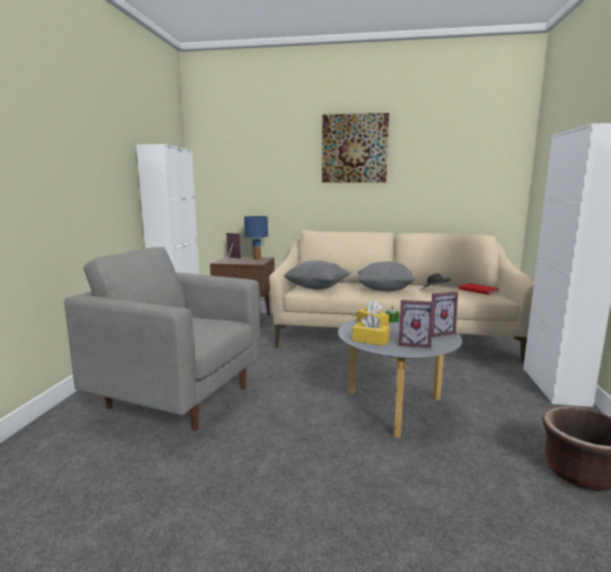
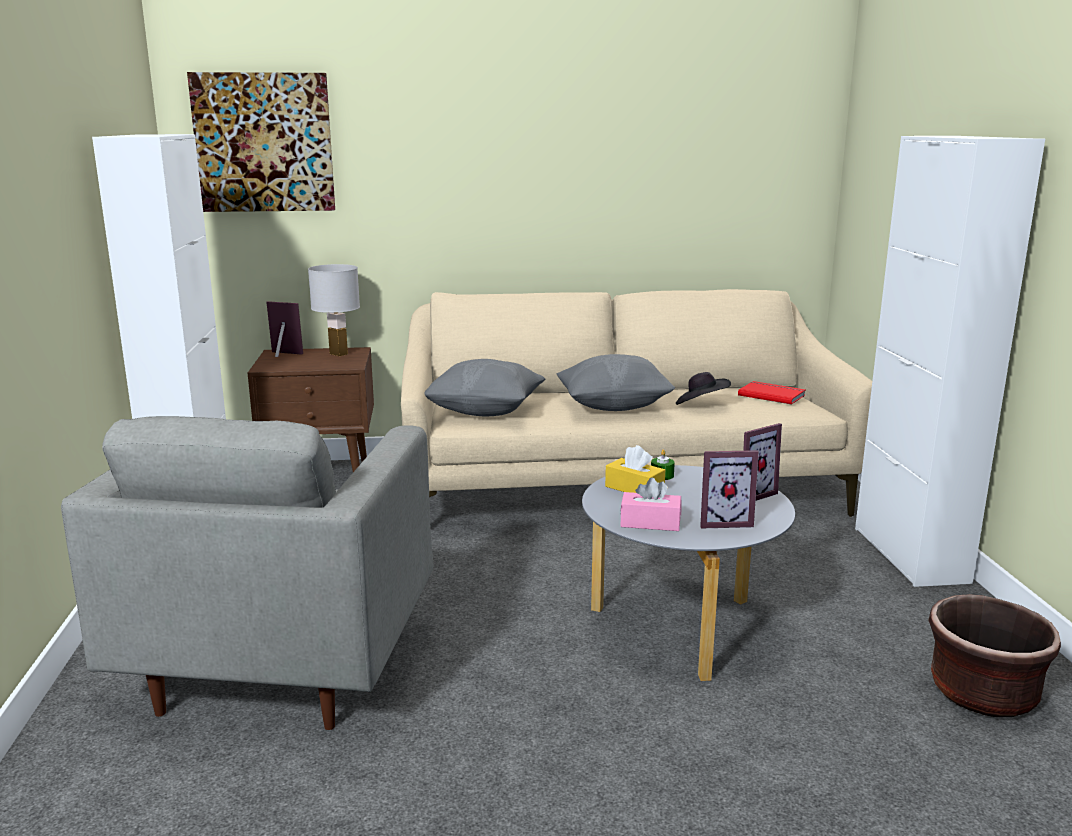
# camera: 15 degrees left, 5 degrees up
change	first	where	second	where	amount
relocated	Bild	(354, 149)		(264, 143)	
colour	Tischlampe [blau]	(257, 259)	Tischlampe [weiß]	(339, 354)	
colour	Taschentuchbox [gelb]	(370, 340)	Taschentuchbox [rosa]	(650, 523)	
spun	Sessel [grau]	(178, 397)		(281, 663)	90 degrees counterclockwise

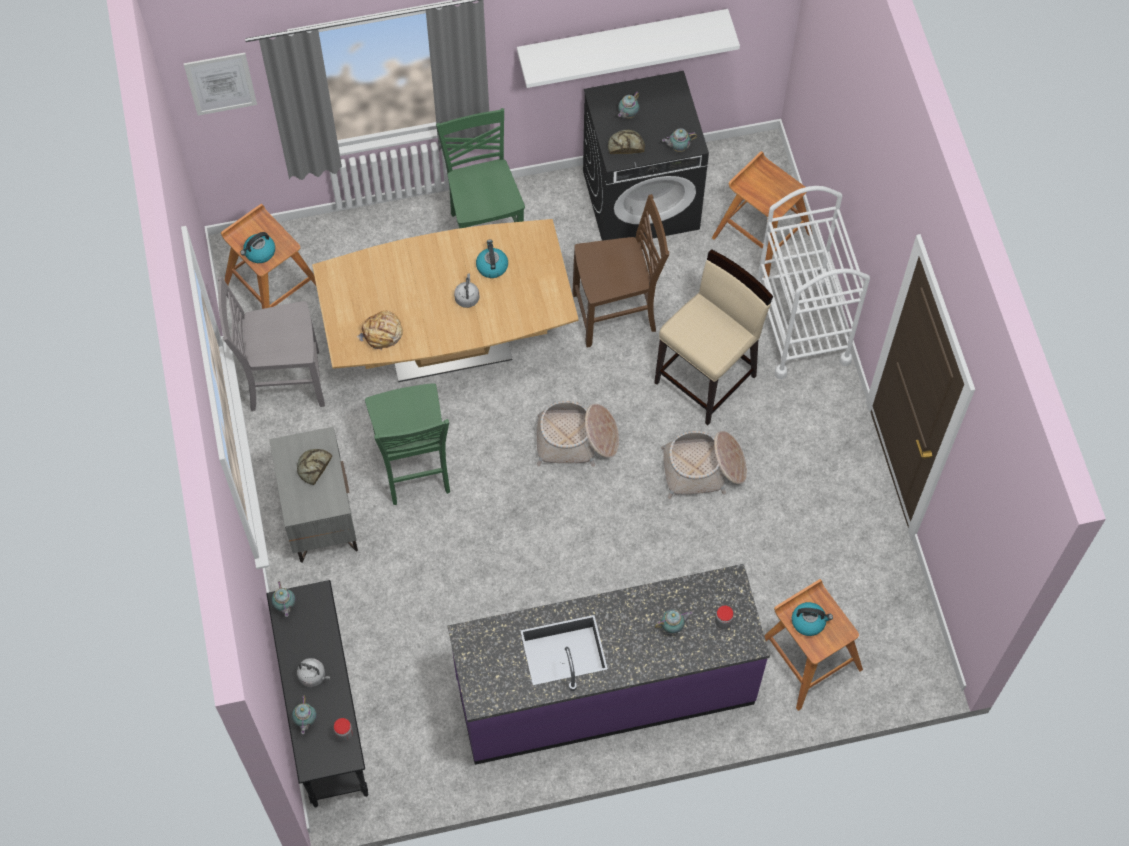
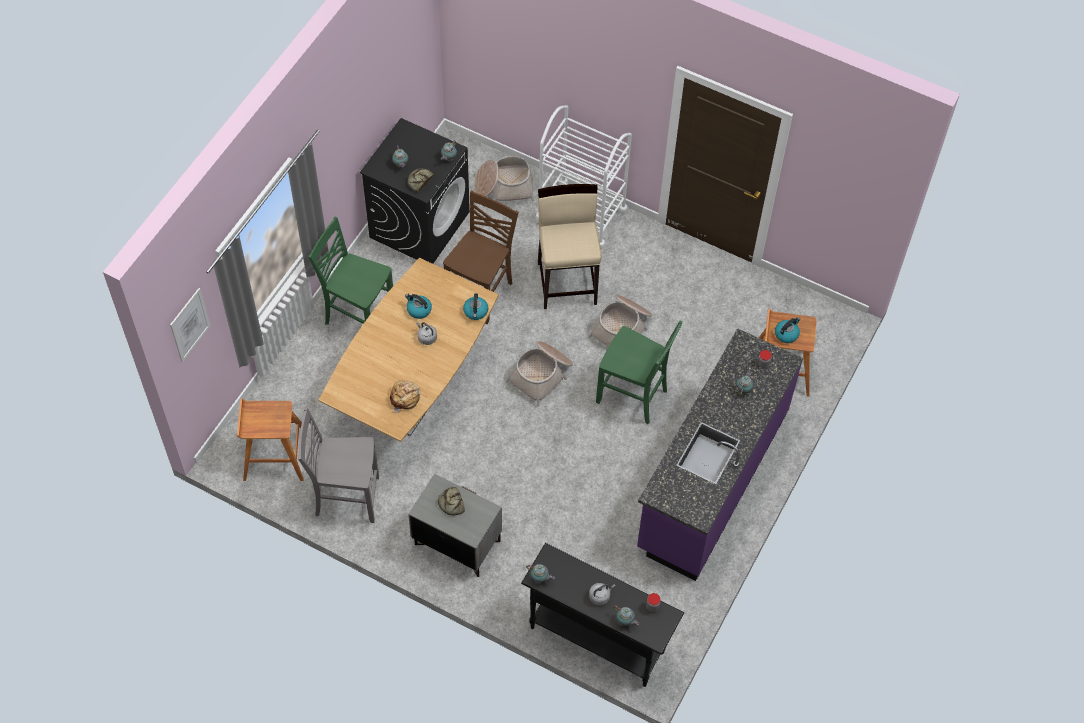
# camera: 50 degrees left, 5 degrees down
change	first	where	second	where	amount
missing	Wandregal [weiß]	(622, 38)			
relocated	Wasserkessel	(259, 252)		(476, 312)	
relocated	Stuhl [grün]	(414, 467)		(633, 396)	
exchanged	Hocker [braun]	(761, 235)	Korb	(504, 187)	
spun	Stuhl [grau]	(283, 382)		(345, 497)	60 degrees clockwise

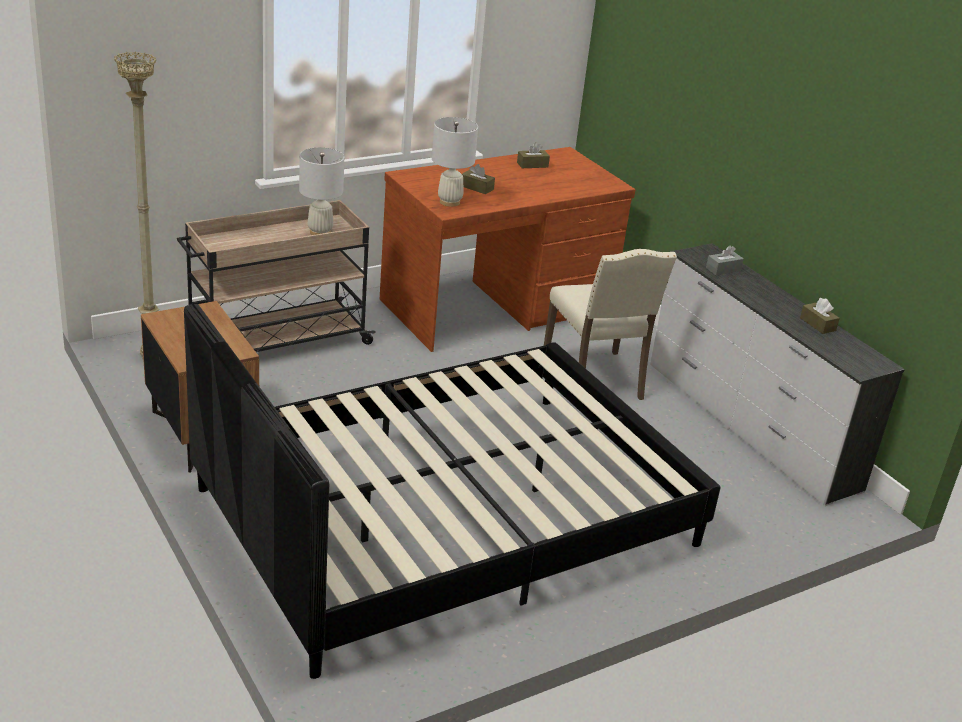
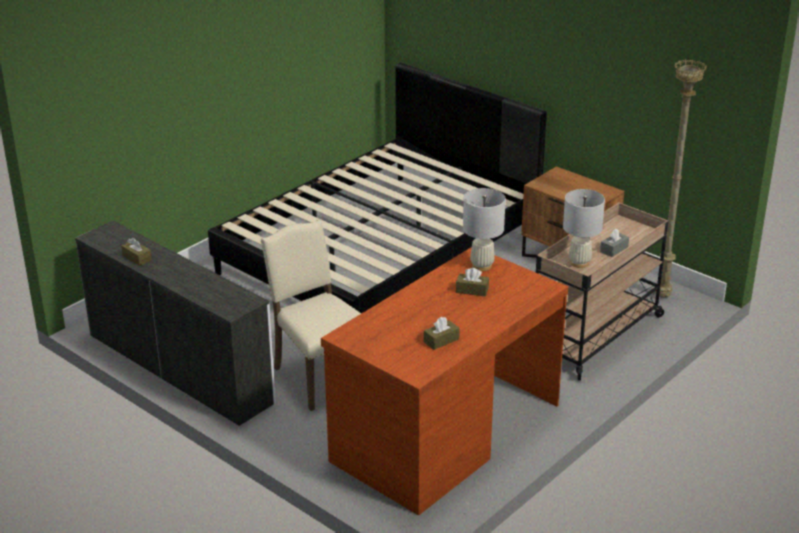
# camera: 165 degrees right, 0 degrees up
change	first	where	second	where	amount
relocated	Taschentuchbox [grau]	(723, 269)		(614, 249)	

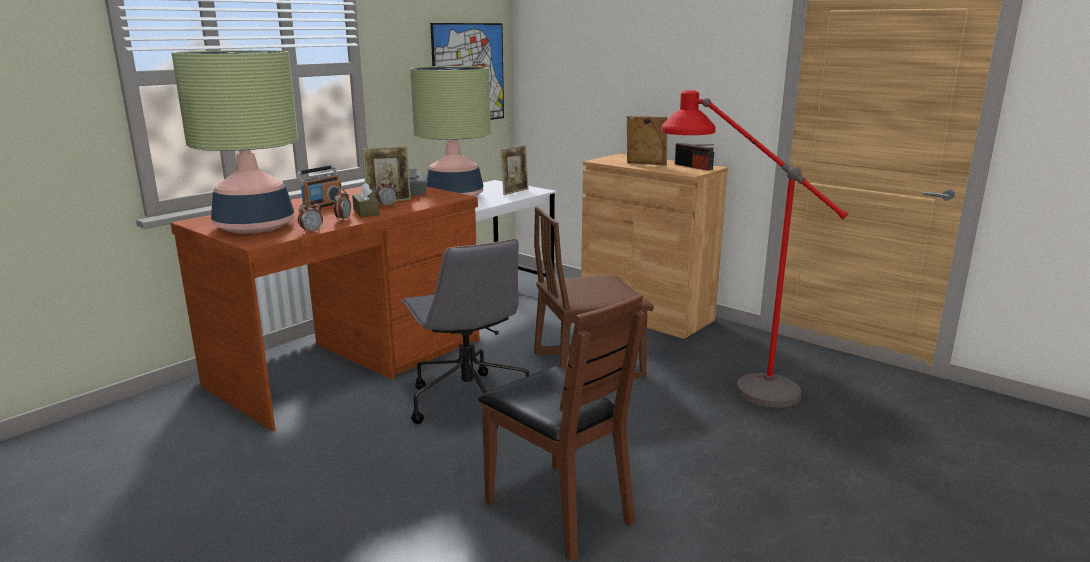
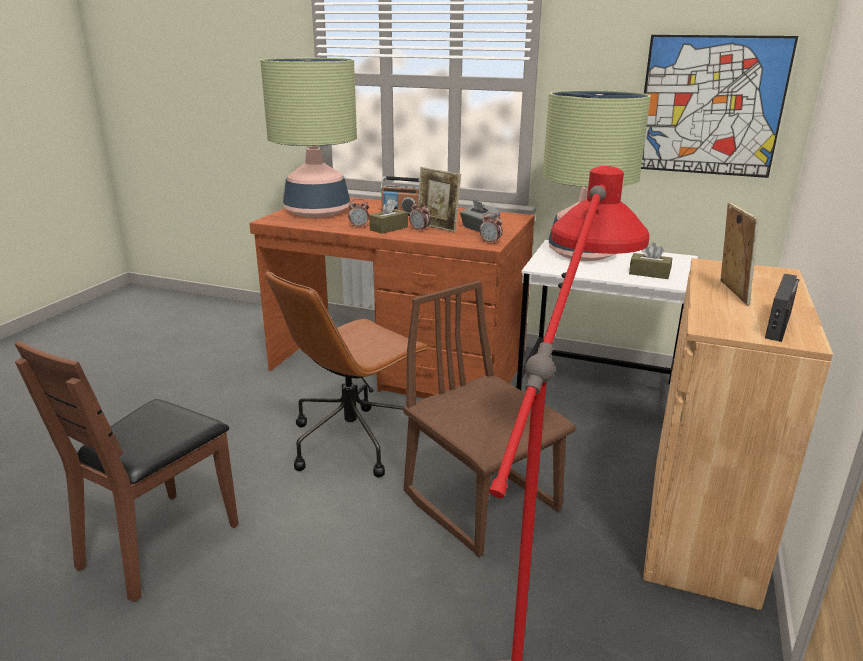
# camera: 70 degrees right, 5 degrees up
change	first	where	second	where	amount
relocated	Wecker	(312, 232)		(490, 242)	
exchanged	Bilderrahmen	(515, 192)	Taschentuchbox [braun]	(649, 273)	
colour	Bürostuhl [grau]	(467, 401)	Bürostuhl [braun]	(353, 441)	

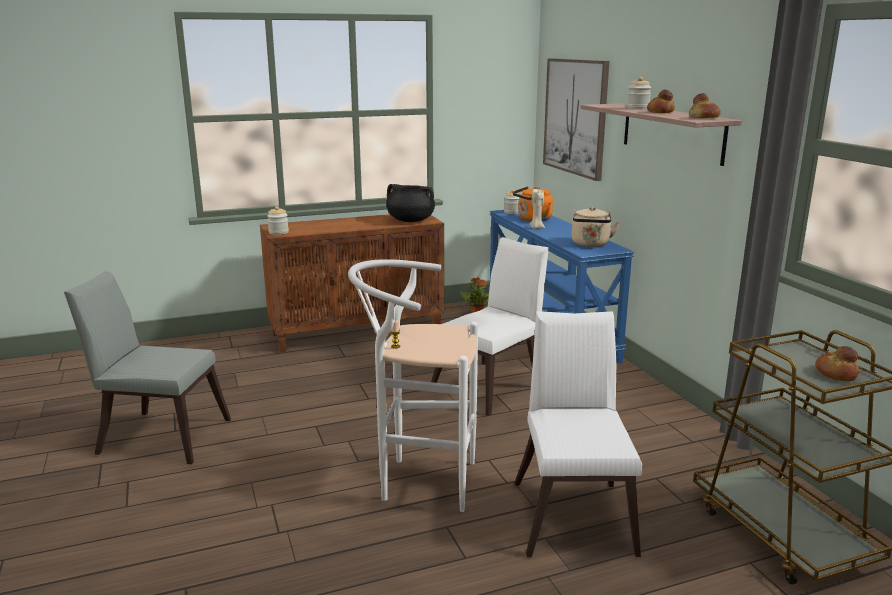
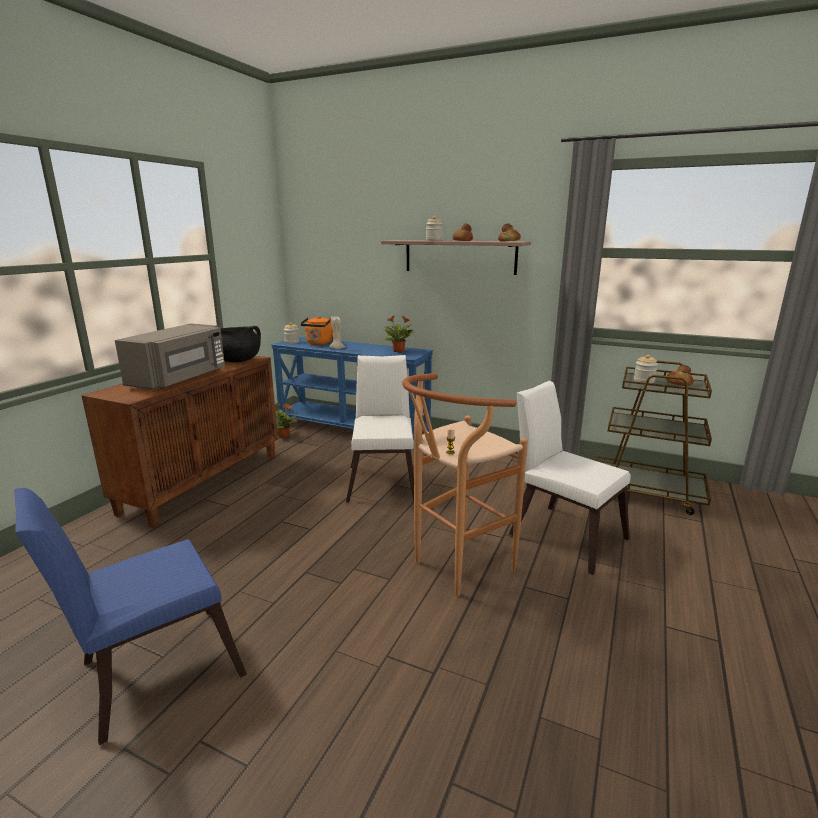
# camera: 45 degrees left, 0 degrees up
change	first	where	second	where	amount
missing	Bild	(575, 117)			
appeared			Mikrowelle [grau]	(180, 378)	
relocated	Vorratsglas	(278, 232)		(644, 381)	
exchanged	Wasserkessel [beige]	(590, 244)	Topfpflanze	(399, 351)	
colour	Stuhl [grau]	(158, 435)	Stuhl [blau]	(151, 672)	
colour	Hocker [weiß]	(419, 481)	Hocker [braun]	(455, 568)	

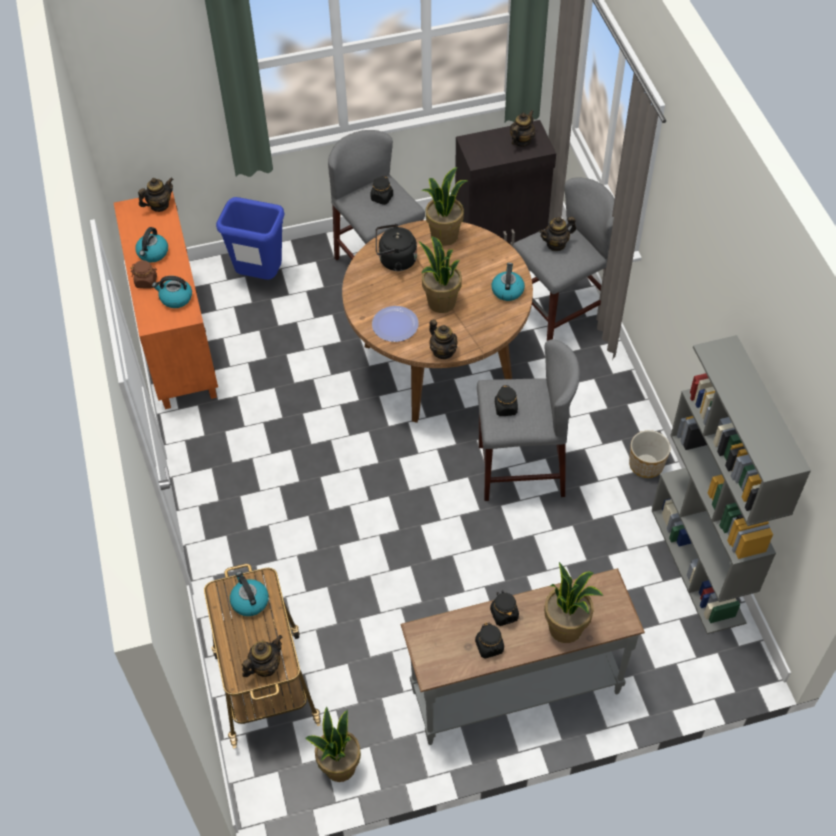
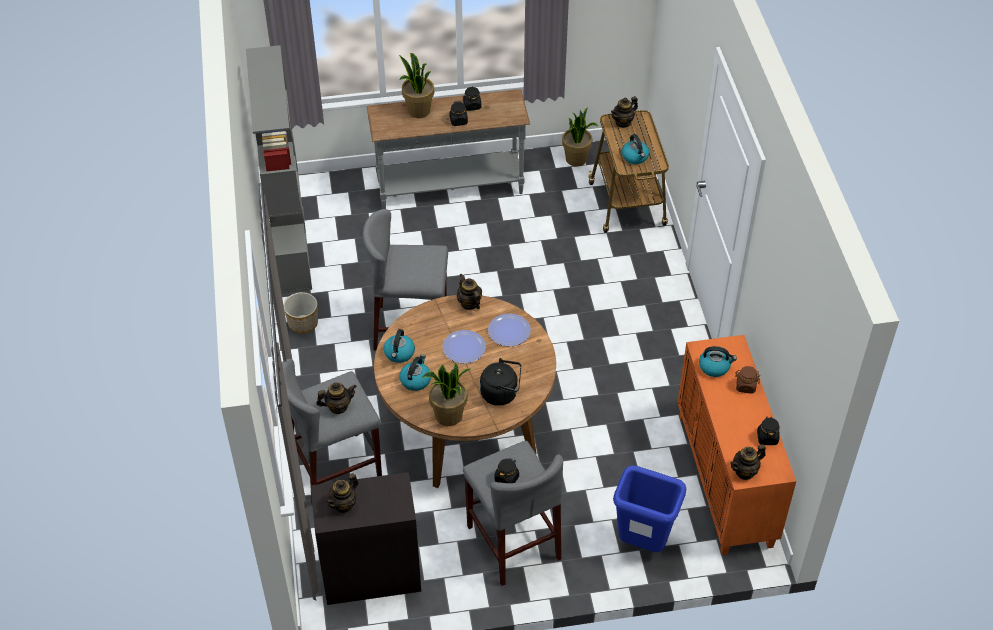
# camera: 175 degrees left, 5 degrees down
change	first	where	second	where	amount
relocated	Wasserkessel	(153, 253)		(415, 380)	
relocated	Vorratsglas [schwarz]	(506, 408)		(767, 438)	
exchanged	Topfpflanze	(441, 303)	Teller	(464, 347)	

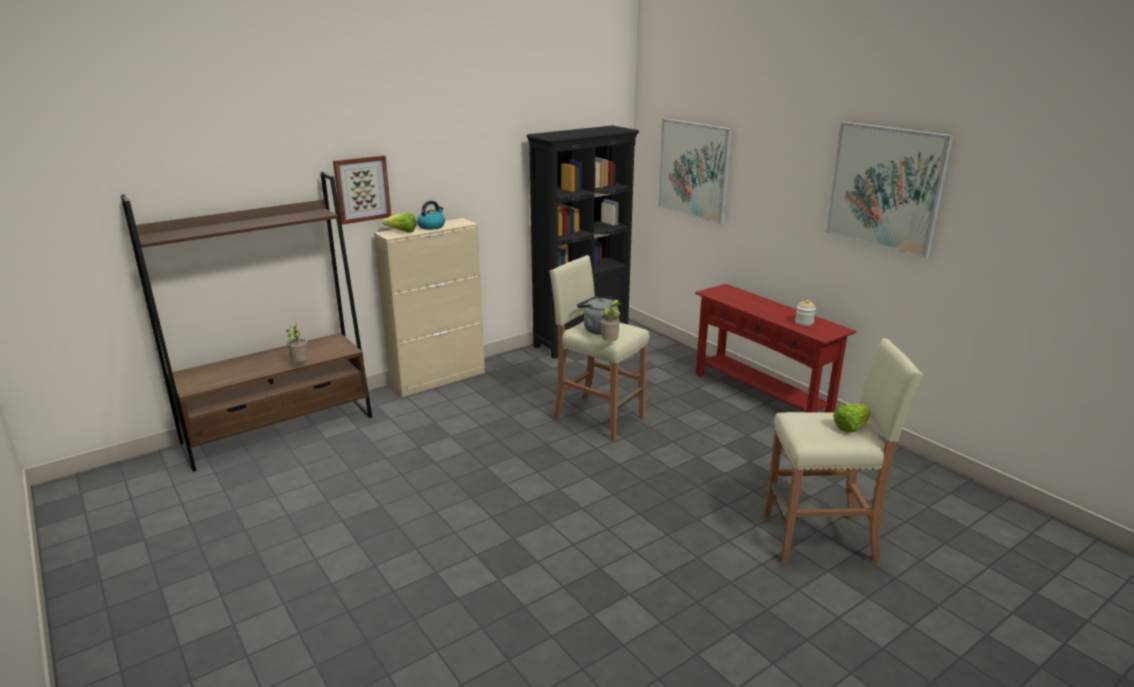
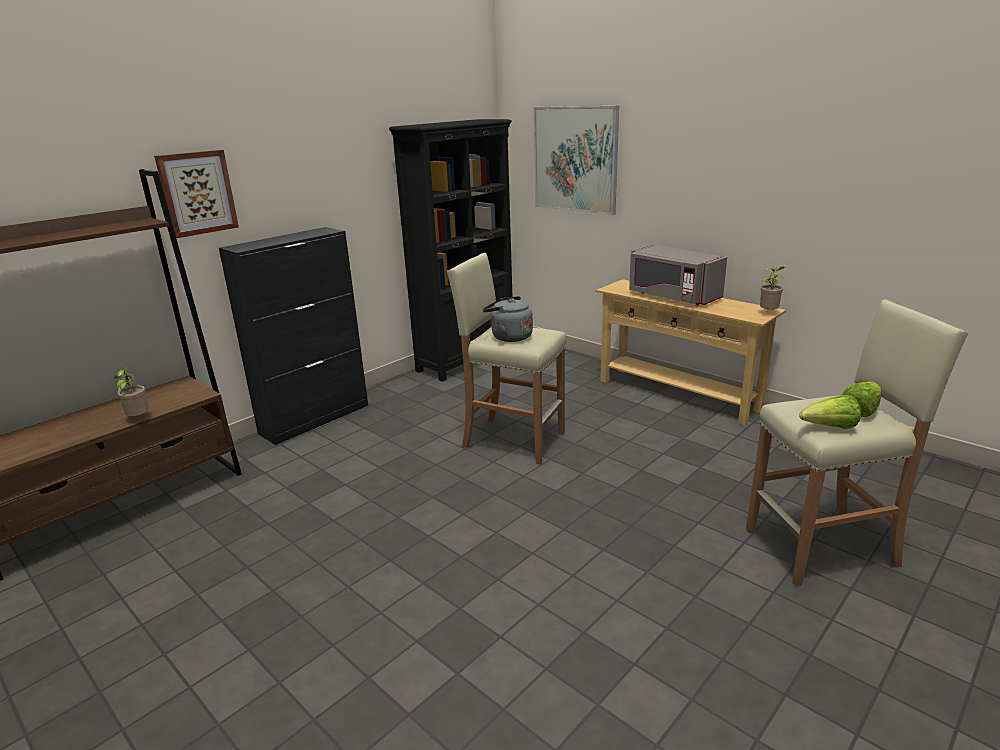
# camera: 10 degrees left, 0 degrees up
change	first	where	second	where	amount
missing	Wasserkessel	(431, 226)			
missing	Vorratsglas	(804, 322)			
missing	Bild	(885, 187)			
appeared			Mikrowelle [grau]	(672, 296)	
relocated	Salatkopf	(402, 232)		(829, 428)	
relocated	Topfpflanze	(610, 343)		(768, 313)	
colour	Schrank [beige]	(439, 379)	Schrank [schwarz]	(315, 419)	
colour	Konsolentisch [rot]	(761, 396)	Konsolentisch [beige]	(677, 394)	

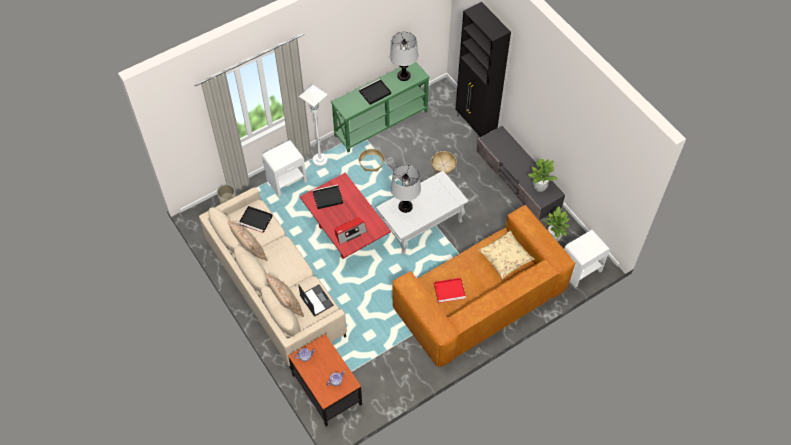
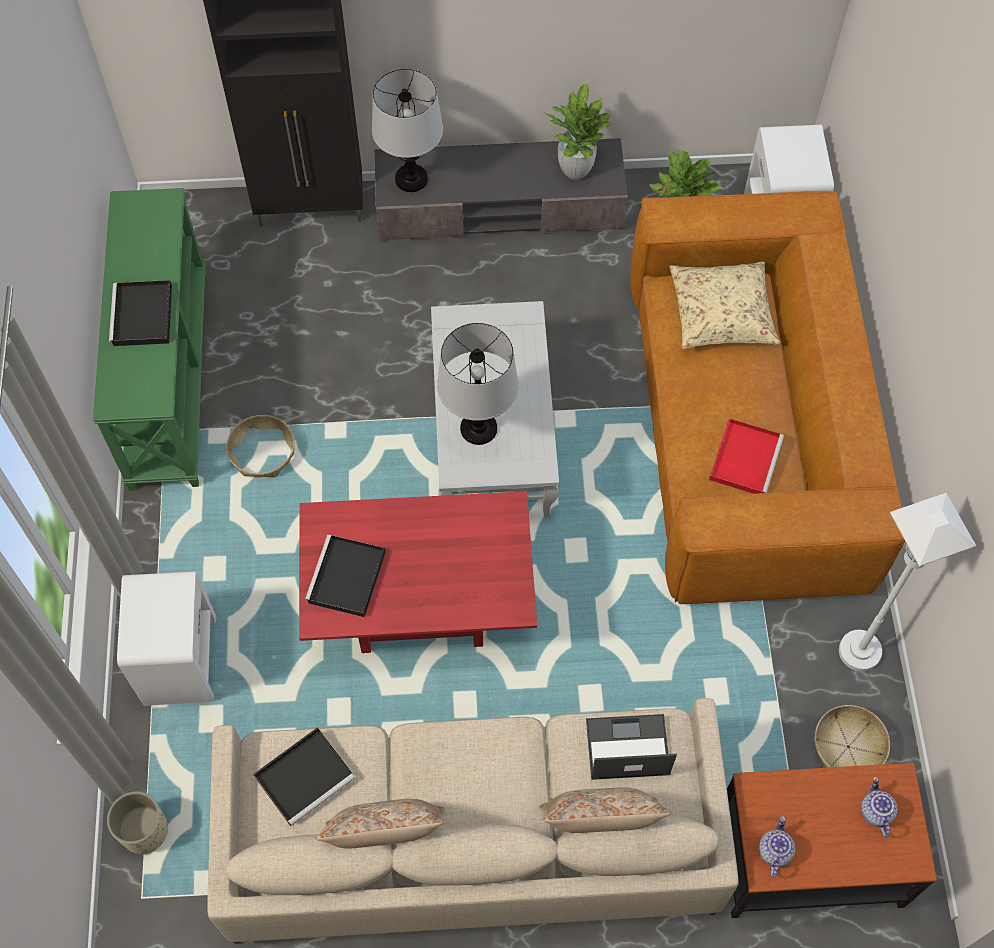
# camera: 60 degrees left, 5 degrees up
change	first	where	second	where	amount
missing	Radio	(350, 233)			
relocated	Stehlampe [weiß]	(320, 160)		(859, 651)	
relocated	Tischlampe	(403, 76)		(411, 179)	
relocated	Korb	(443, 165)		(848, 747)	

